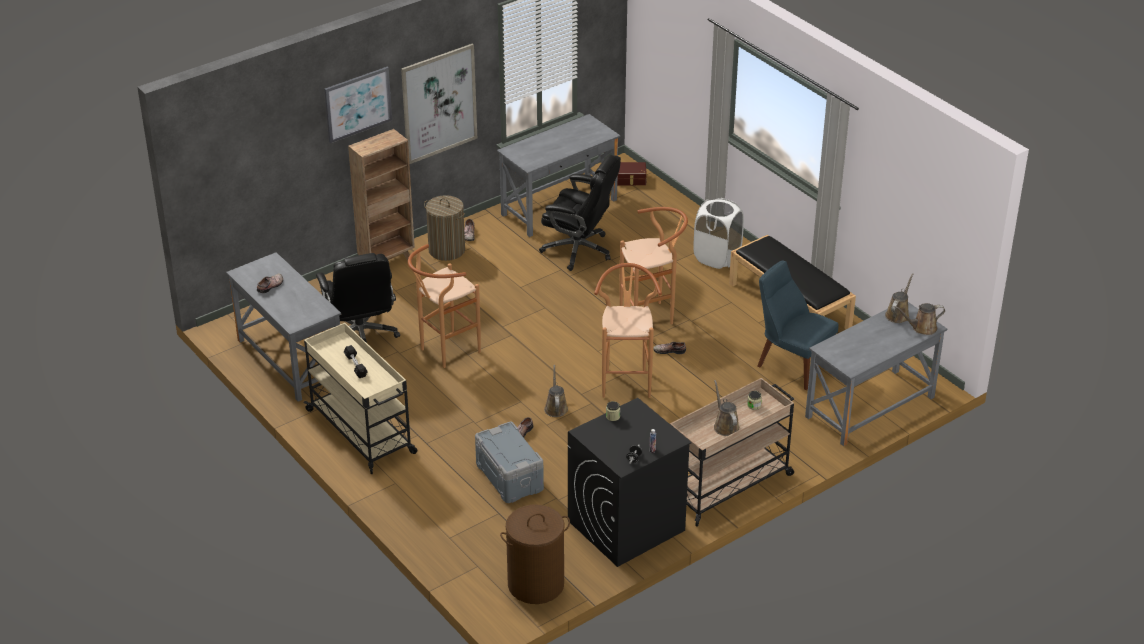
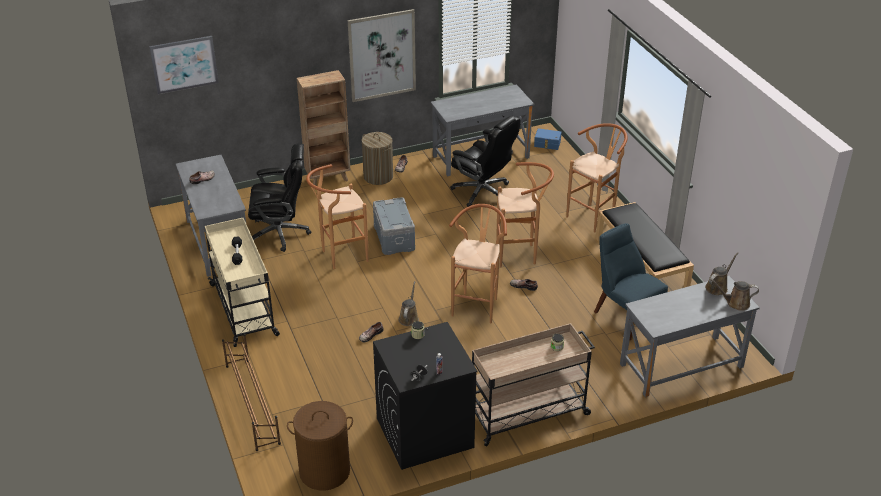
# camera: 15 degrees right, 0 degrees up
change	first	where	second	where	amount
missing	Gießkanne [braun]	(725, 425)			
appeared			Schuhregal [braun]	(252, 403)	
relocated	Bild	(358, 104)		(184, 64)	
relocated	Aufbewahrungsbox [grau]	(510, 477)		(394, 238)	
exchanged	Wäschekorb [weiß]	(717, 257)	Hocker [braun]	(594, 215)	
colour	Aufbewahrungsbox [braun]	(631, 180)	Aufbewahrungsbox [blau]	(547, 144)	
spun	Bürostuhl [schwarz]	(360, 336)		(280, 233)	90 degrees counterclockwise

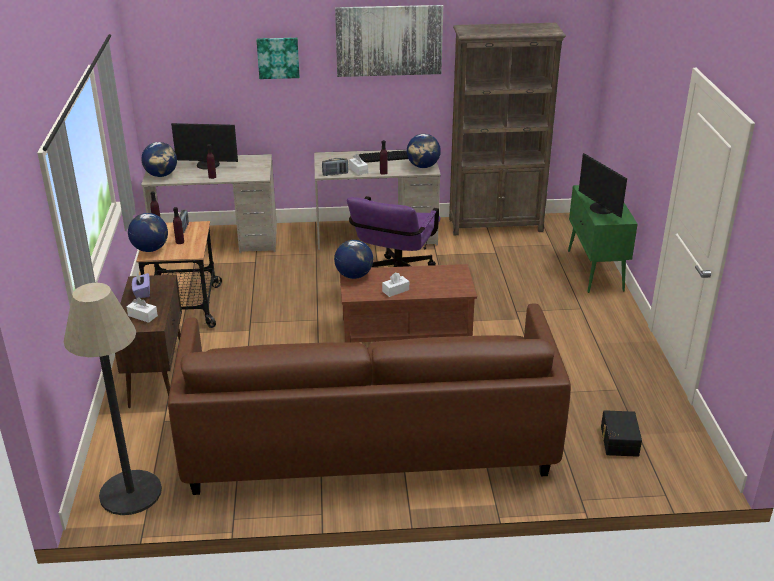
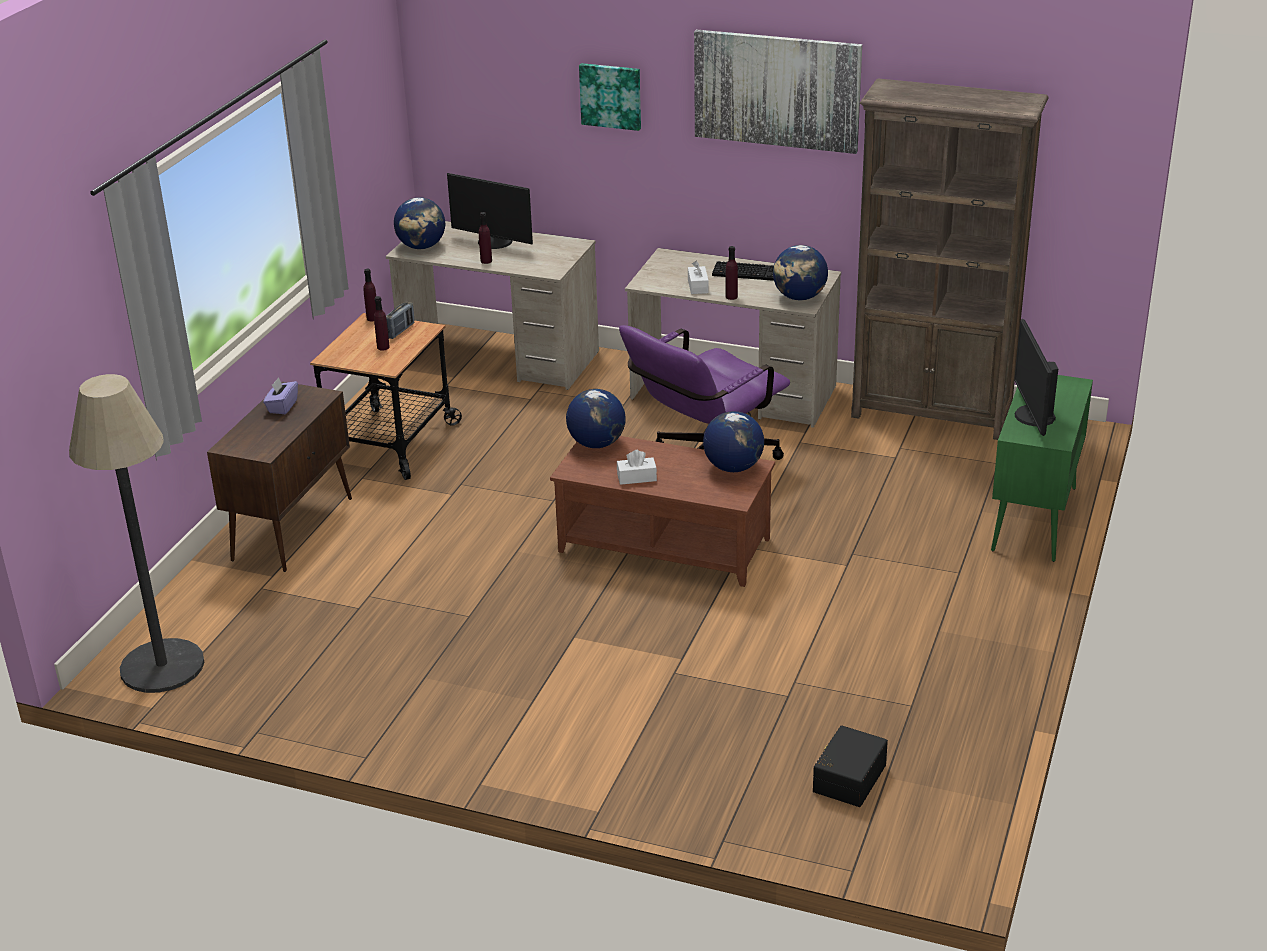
# camera: 25 degrees right, 0 degrees up
change	first	where	second	where	amount
missing	Taschentuchbox [weiß]	(142, 316)			
missing	Sofa [braun]	(369, 441)			
missing	Radio	(335, 174)			
relocated	Globus	(150, 249)		(733, 467)	

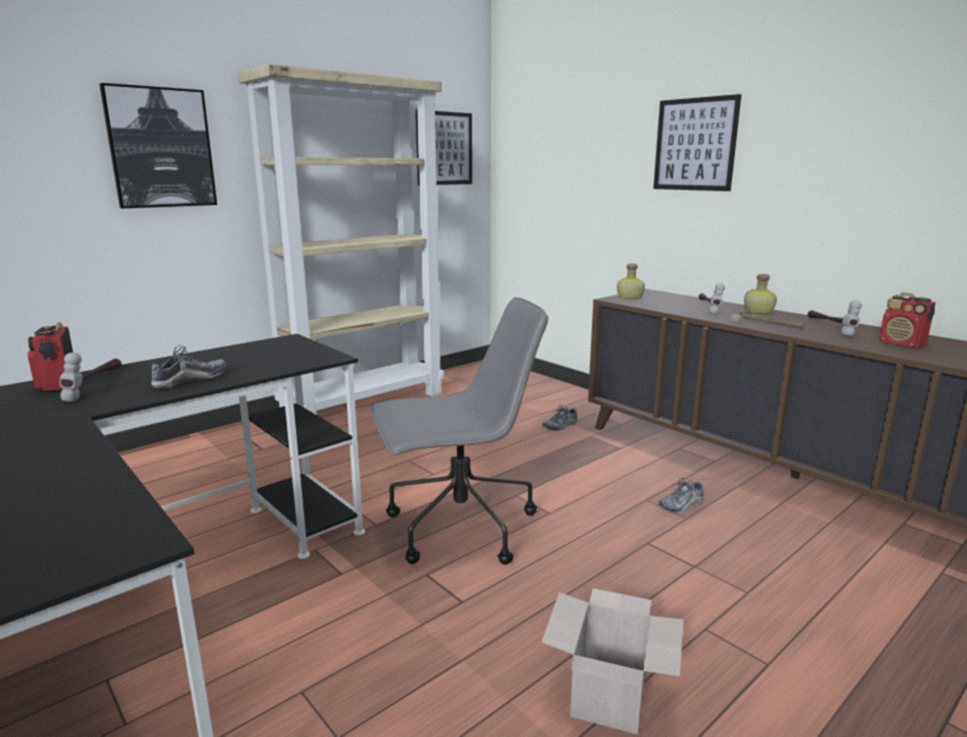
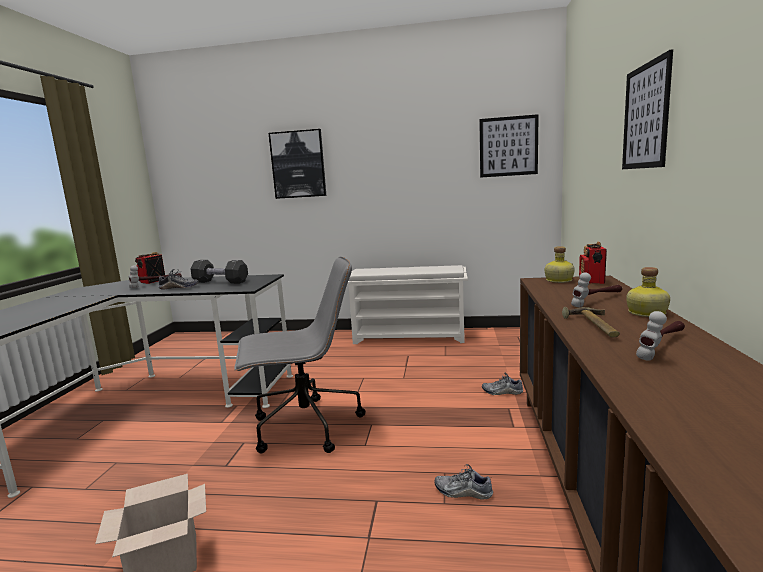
# camera: 50 degrees right, 5 degrees down
change	first	where	second	where	amount
appeared			Hantel [schwarz]	(220, 282)	
relocated	Radio	(902, 344)		(591, 281)	
exchanged	Bücherregal [beige]	(364, 403)	Schuhregal [weiß]	(410, 337)	
spun	Bürostuhl [grau]	(458, 528)		(304, 427)	45 degrees counterclockwise

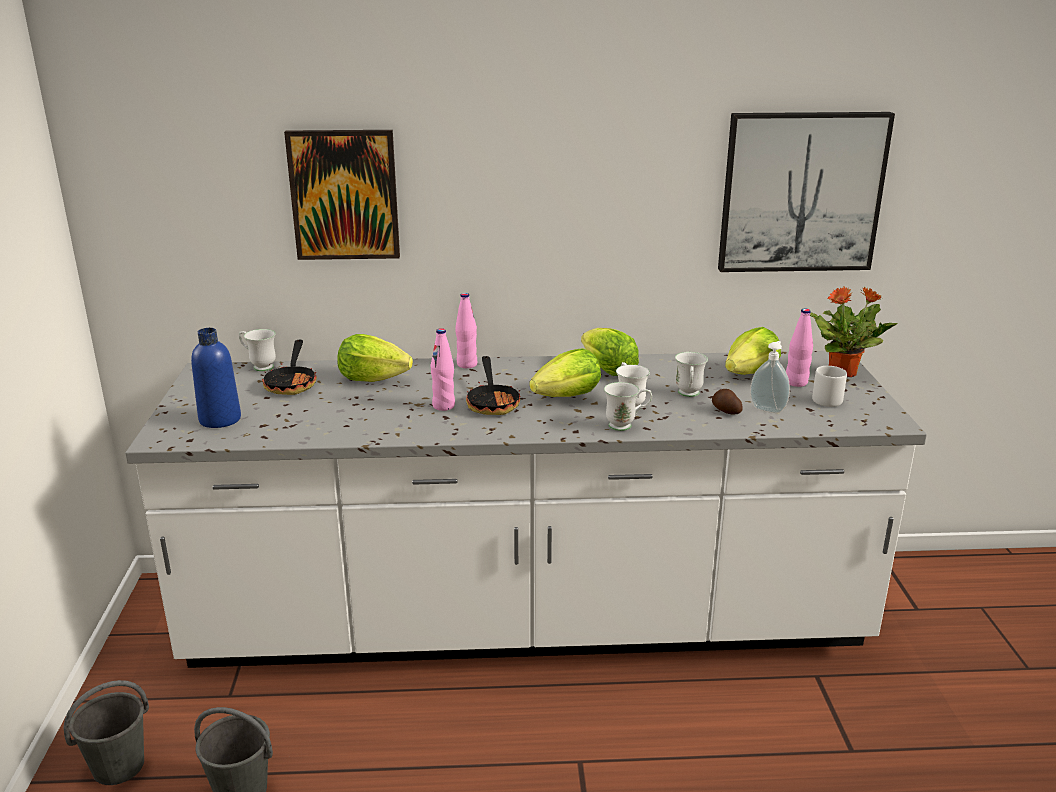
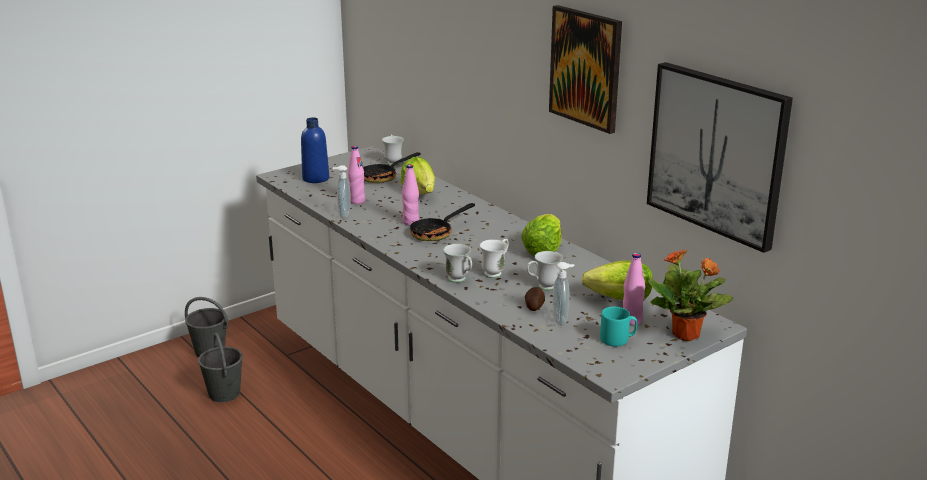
# camera: 55 degrees right, 0 degrees up
change	first	where	second	where	amount
missing	Salatkopf	(568, 397)			
appeared			Seifenspender	(343, 215)	
relocated	Bild	(344, 195)		(586, 68)	
relocated	Flasche [rosa]	(467, 364)		(357, 201)	
colour	Henkelbecher [grau]	(828, 399)	Henkelbecher [türkis]	(618, 339)	

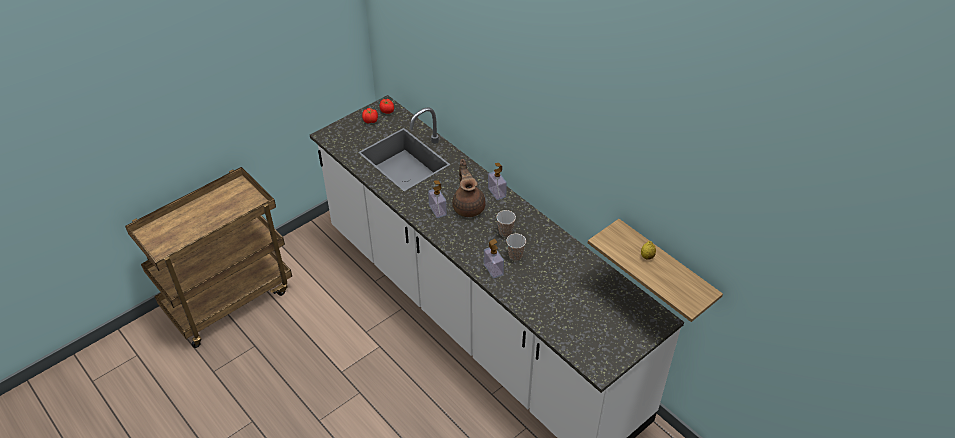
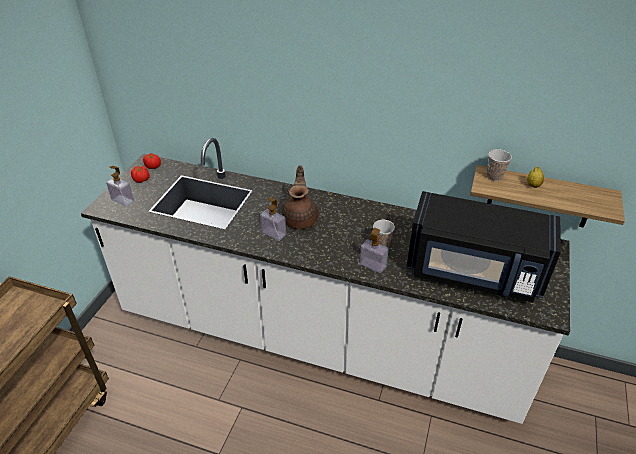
# camera: 30 degrees left, 5 degrees down
change	first	where	second	where	amount
appeared			Mikrowelle [schwarz]	(474, 272)	
relocated	Seifenspender	(497, 193)		(122, 200)	
relocated	Tasse	(505, 232)		(494, 176)	
spun	Teekanne [braun]	(468, 206)		(301, 219)	45 degrees clockwise

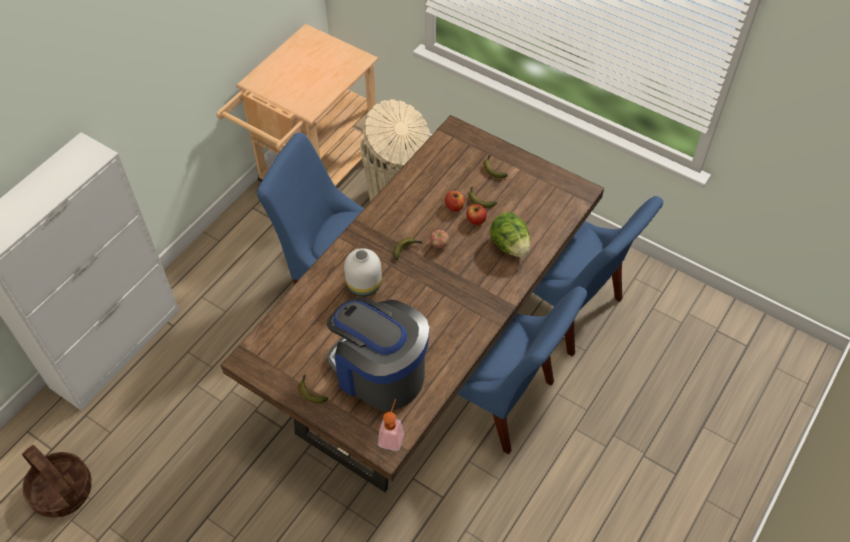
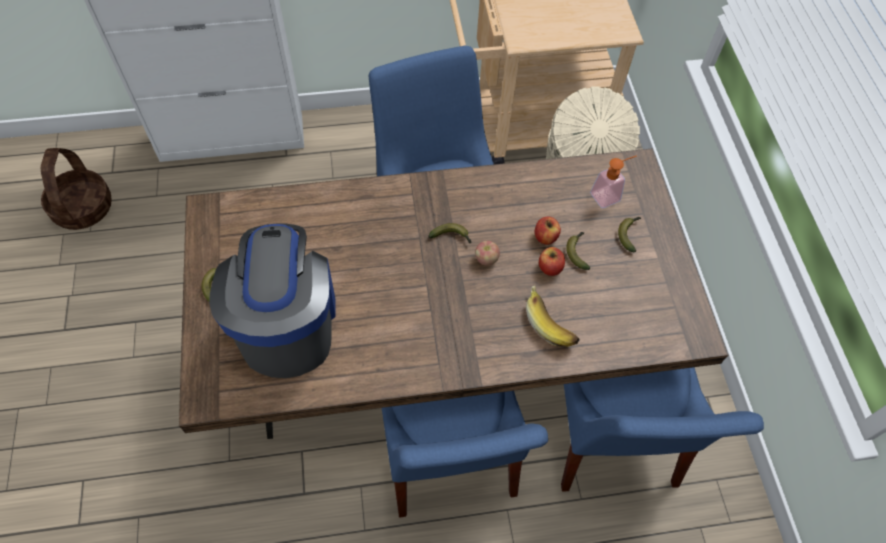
# camera: 45 degrees right, 5 degrees up
change	first	where	second	where	amount
missing	Vase [weiß]	(365, 286)			
relocated	Seifenspender	(392, 435)		(609, 195)	
exchanged	Salatkopf	(510, 245)	Banane	(552, 322)	

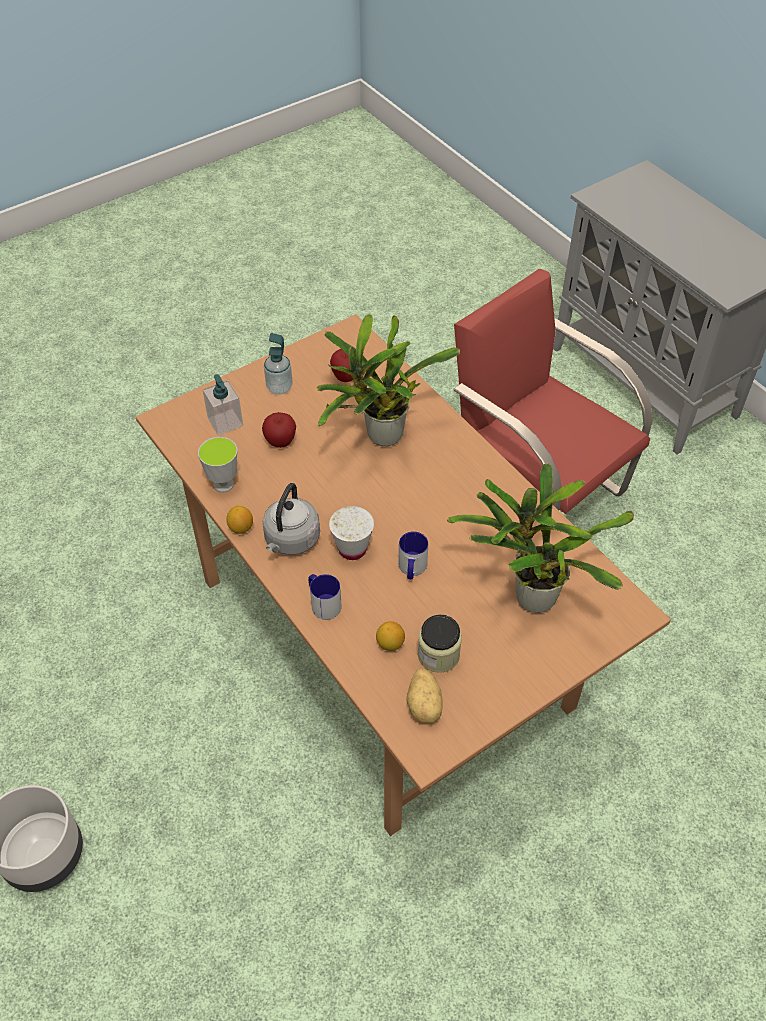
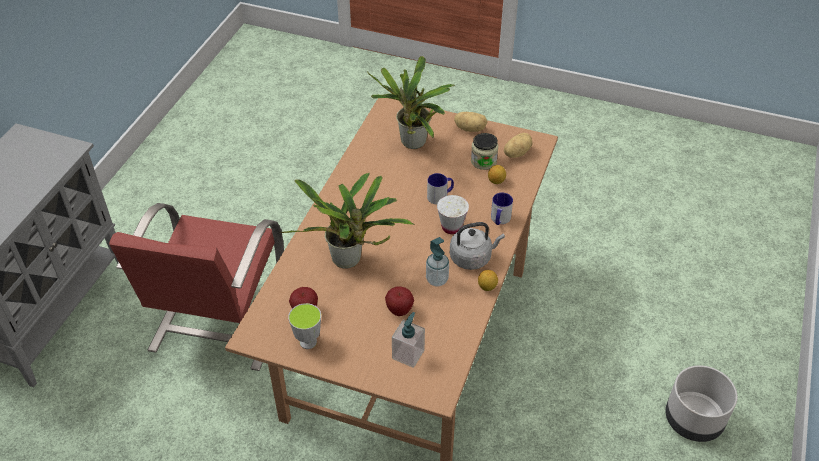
# camera: 125 degrees left, 5 degrees down
change	first	where	second	where	amount
appeared			Kartoffel	(470, 129)	
relocated	Tasse	(223, 484)		(308, 342)	
relocated	Seifenspender	(279, 387)		(437, 279)	

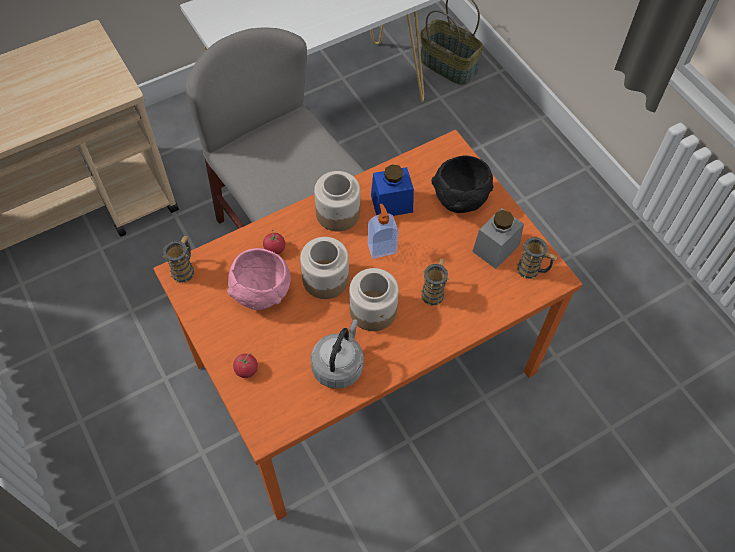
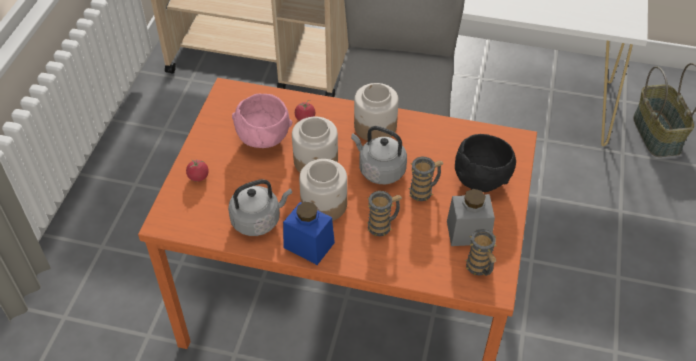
# camera: 45 degrees right, 10 degrees down
change	first	where	second	where	amount
relocated	Henkelbecher	(184, 269)		(424, 191)	
relocated	Vorratsglas [blau]	(391, 203)		(309, 245)	
exchanged	Seifenspender	(381, 248)	Wasserkessel [grau]	(379, 170)	

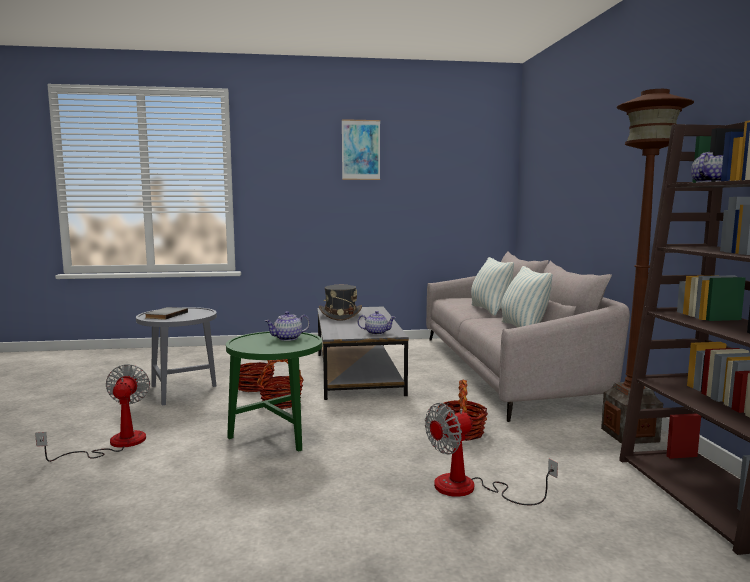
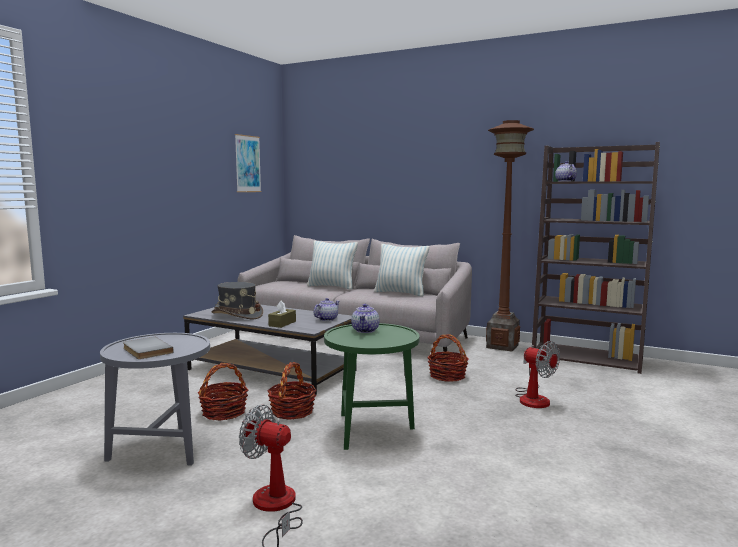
# camera: 55 degrees left, 0 degrees up
change	first	where	second	where	amount
appeared			Taschentuchbox [braun]	(282, 323)	
relocated	Bild	(361, 150)		(247, 164)	
spun	Ventilator	(470, 489)		(533, 398)	45 degrees counterclockwise

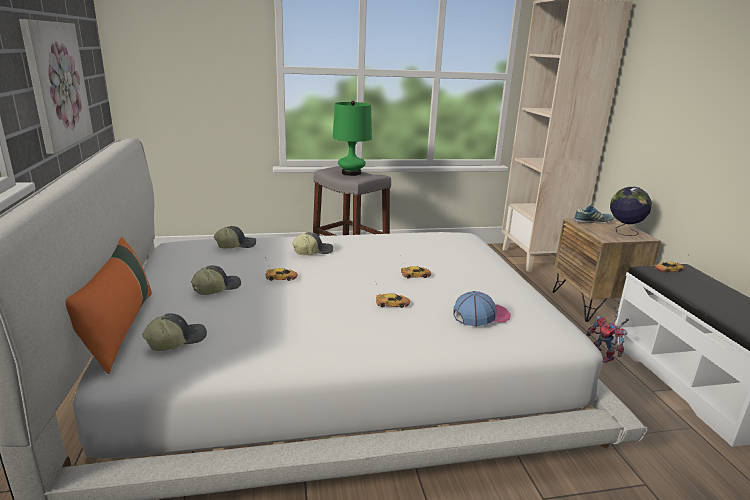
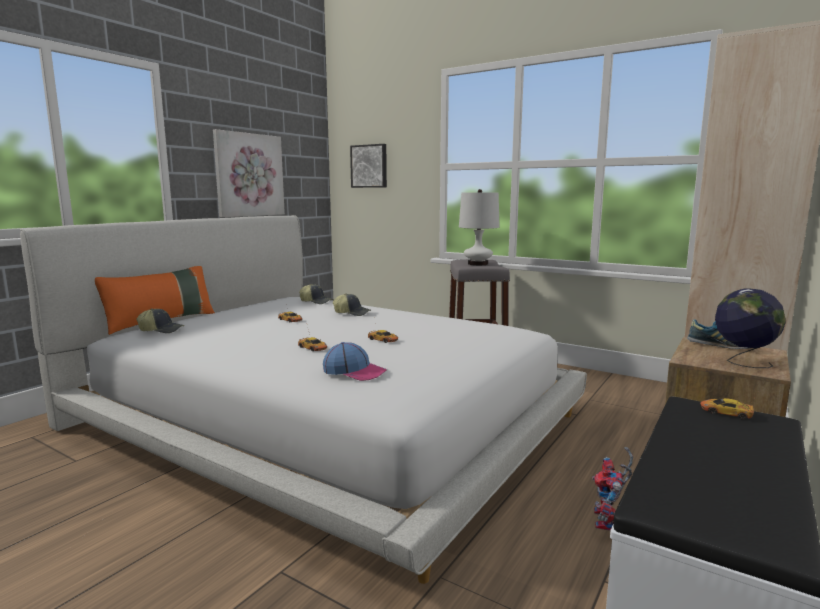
# camera: 45 degrees right, 10 degrees down
change	first	where	second	where	amount
missing	Kappe	(216, 288)			
appeared			Bild	(369, 166)	
colour	Tischlampe [grün]	(351, 173)	Tischlampe [weiß]	(478, 264)	

